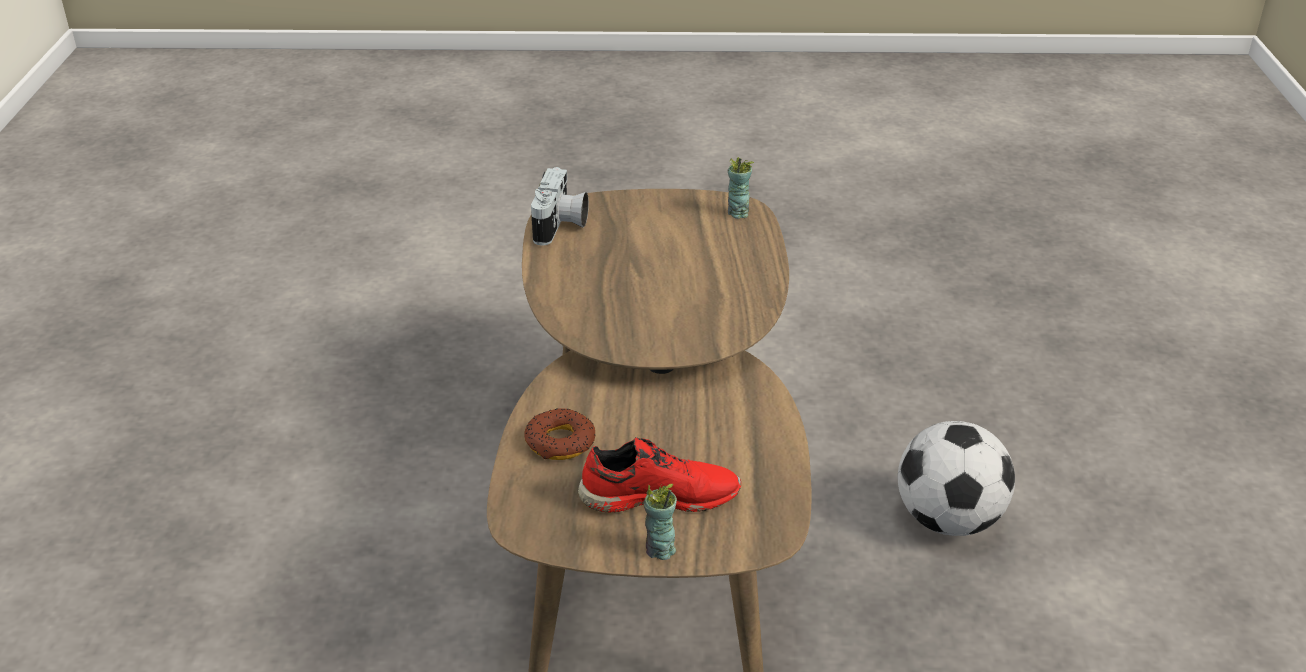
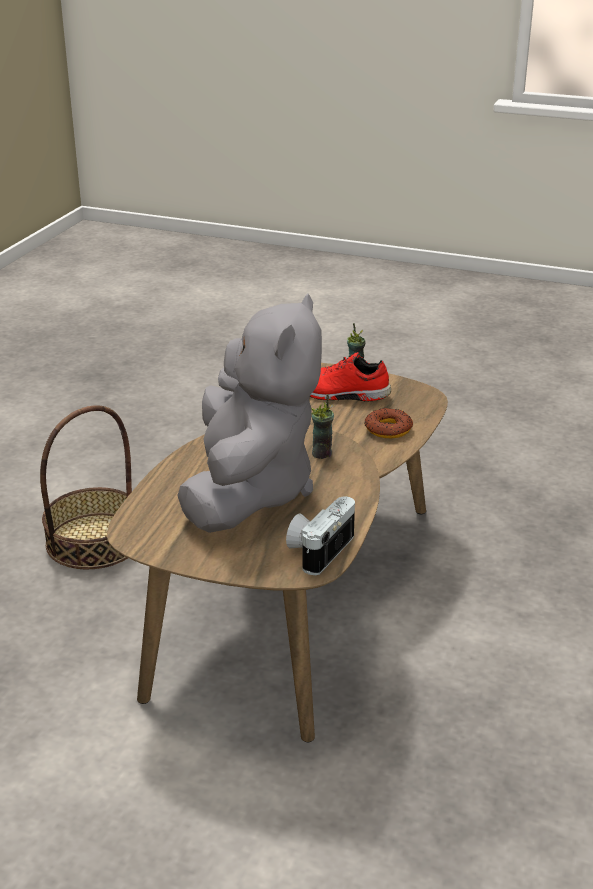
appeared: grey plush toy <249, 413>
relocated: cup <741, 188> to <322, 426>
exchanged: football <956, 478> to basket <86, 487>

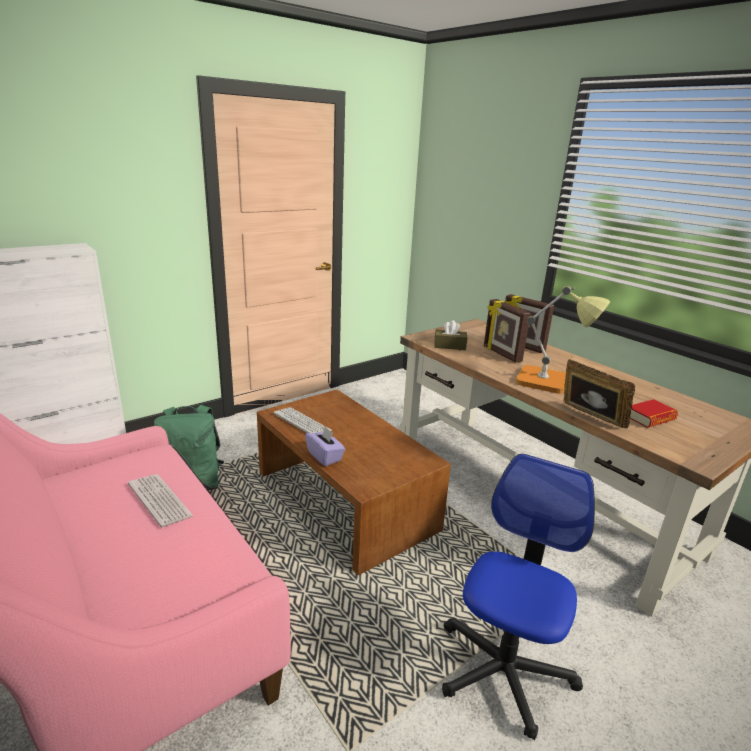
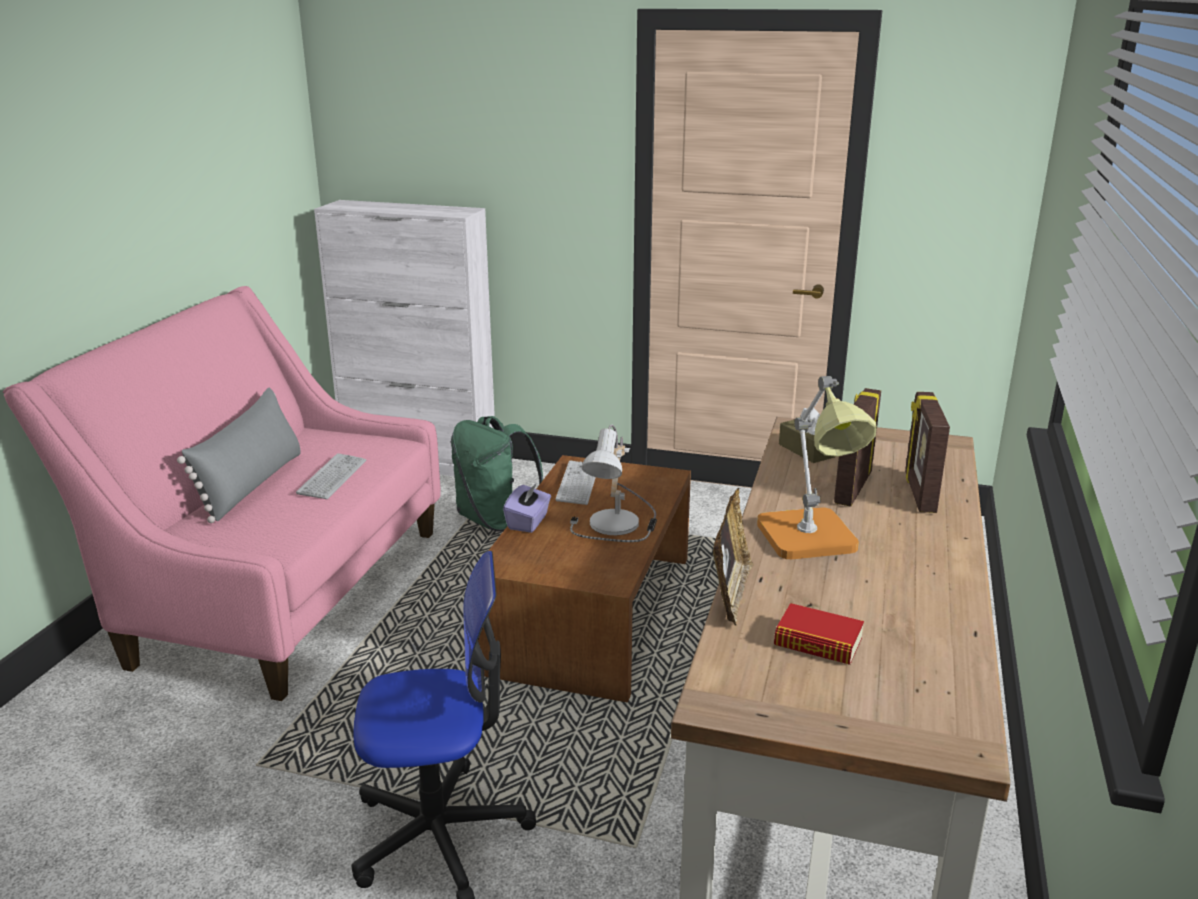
appeared: grey pillow <239, 455>; table lamp <613, 483>

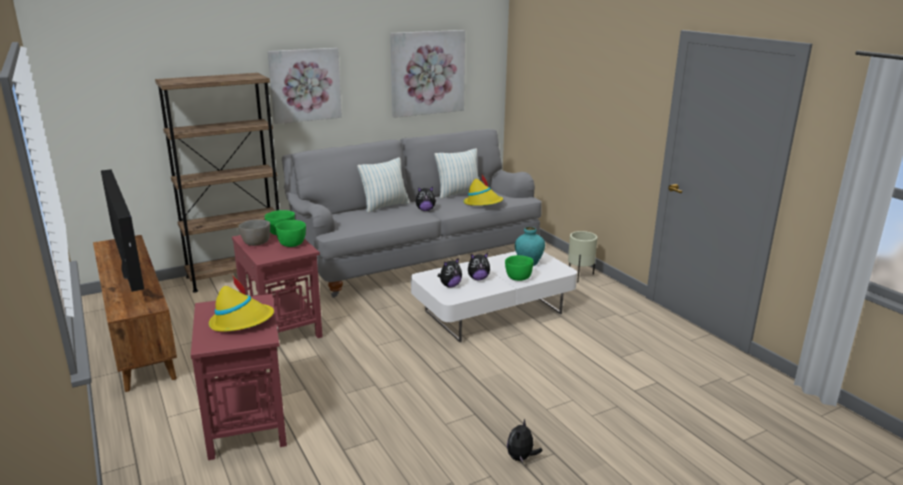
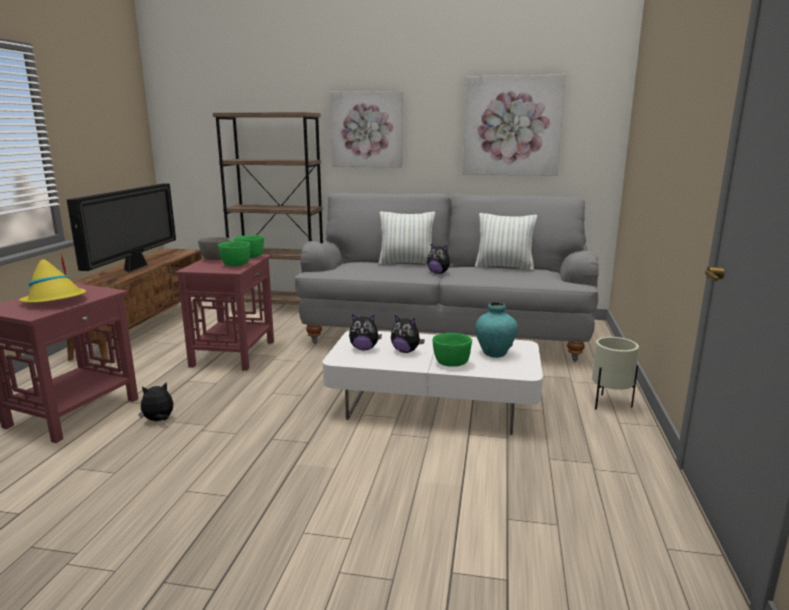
missing: yellow hat <483, 189>
relocated: plush toy <525, 440> to <156, 401>

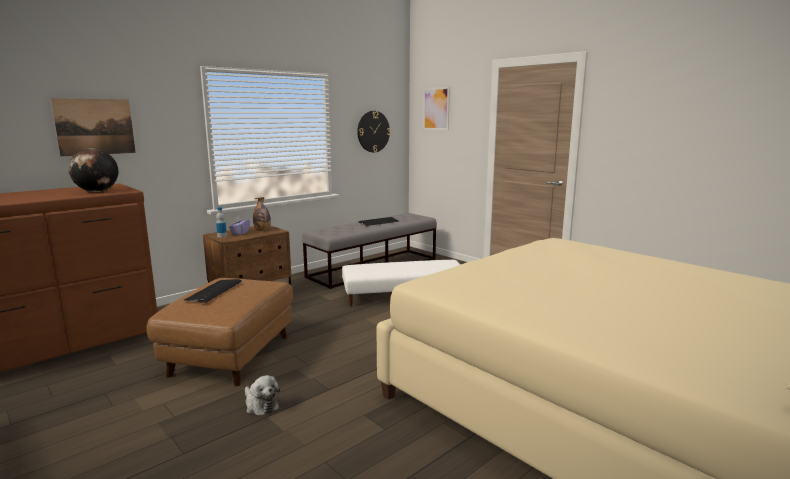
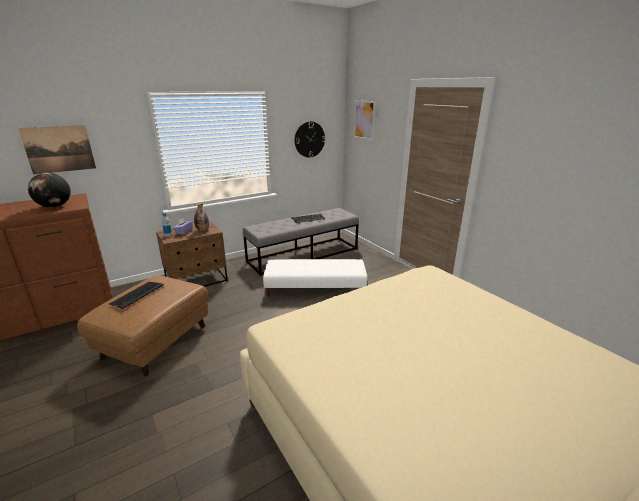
missing: plush toy <262, 395>

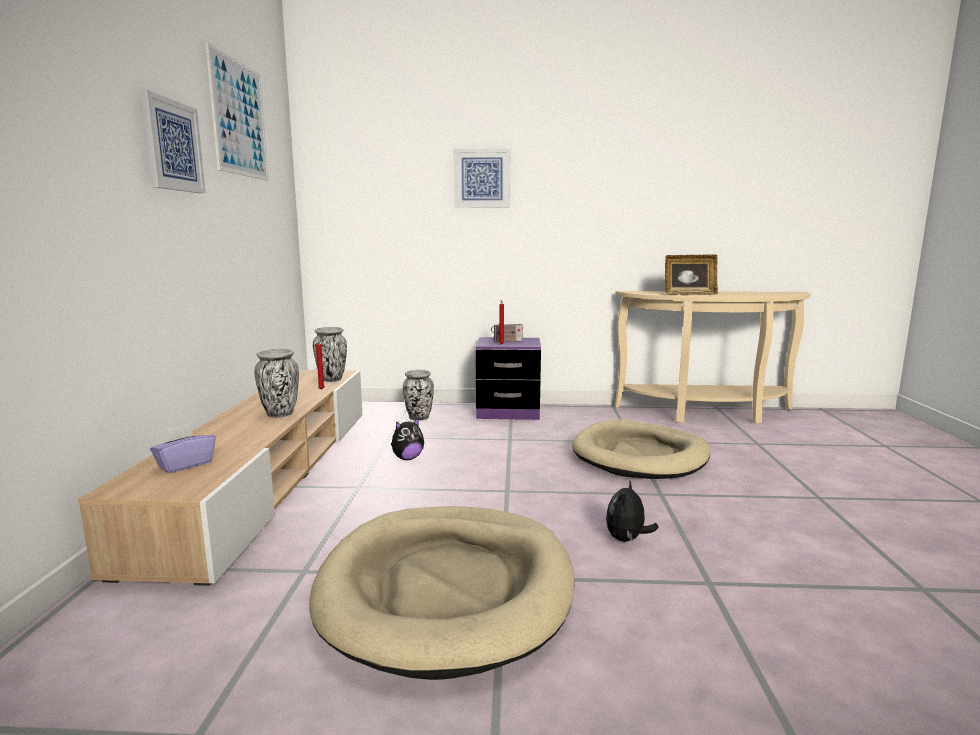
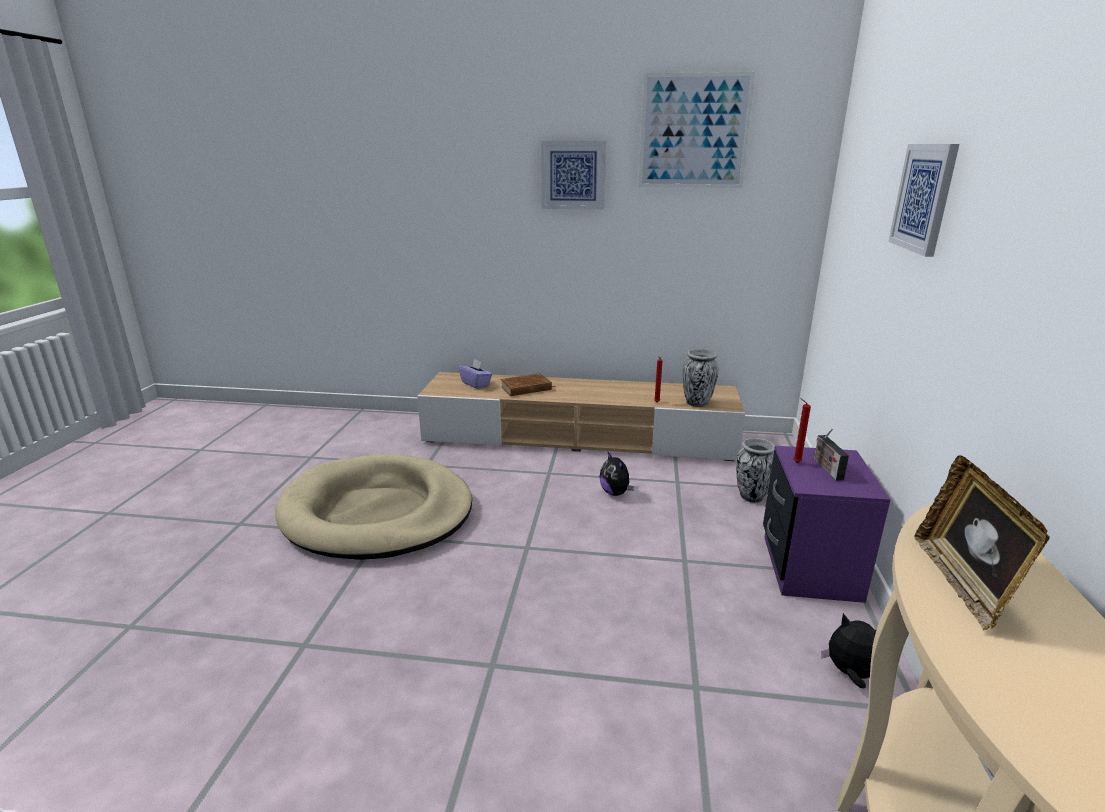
missing: vase <276, 383>; beige dog bed <641, 449>
appeared: brown book <527, 384>
relocated: plush toy <632, 511> to <848, 651>

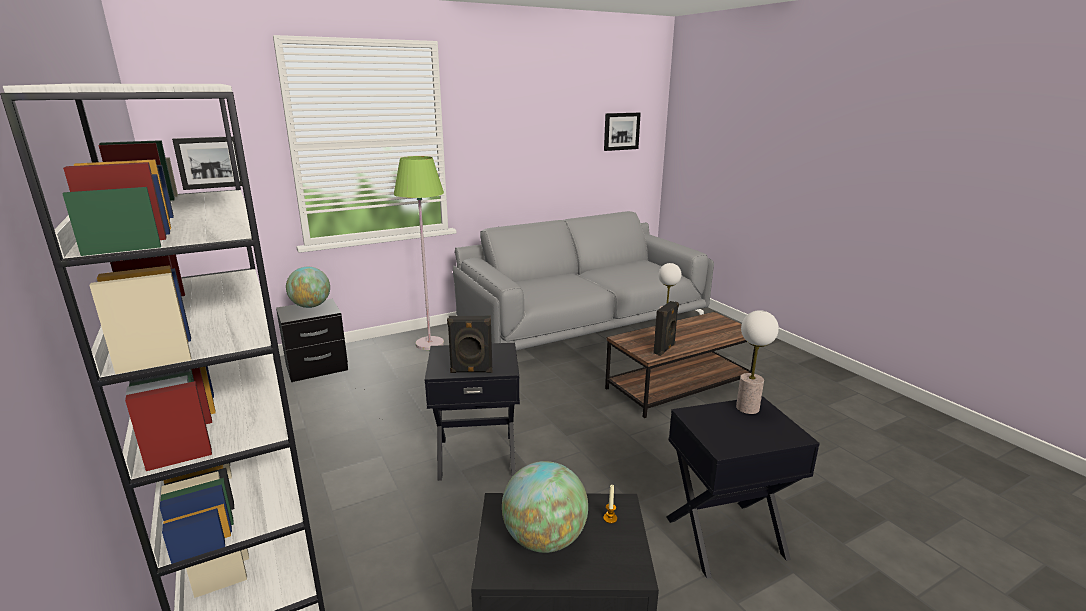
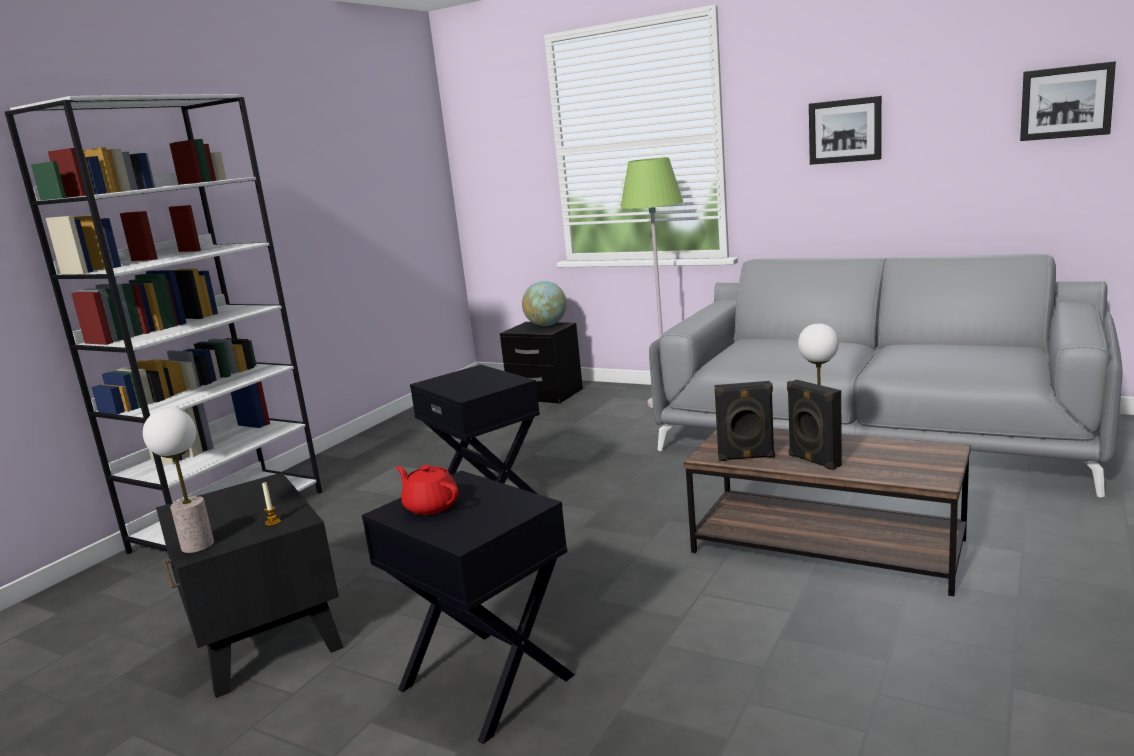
missing: globe <545, 507>
appeared: red teapot <427, 490>
relocated: picture <207, 163> to <845, 130>; black speaker <469, 344> to <814, 425>; table lamp <757, 362> to <178, 480>

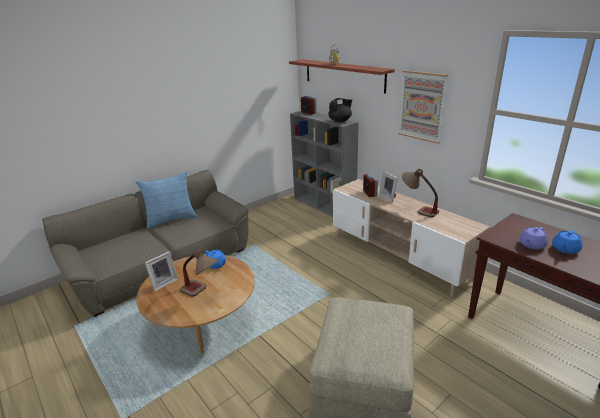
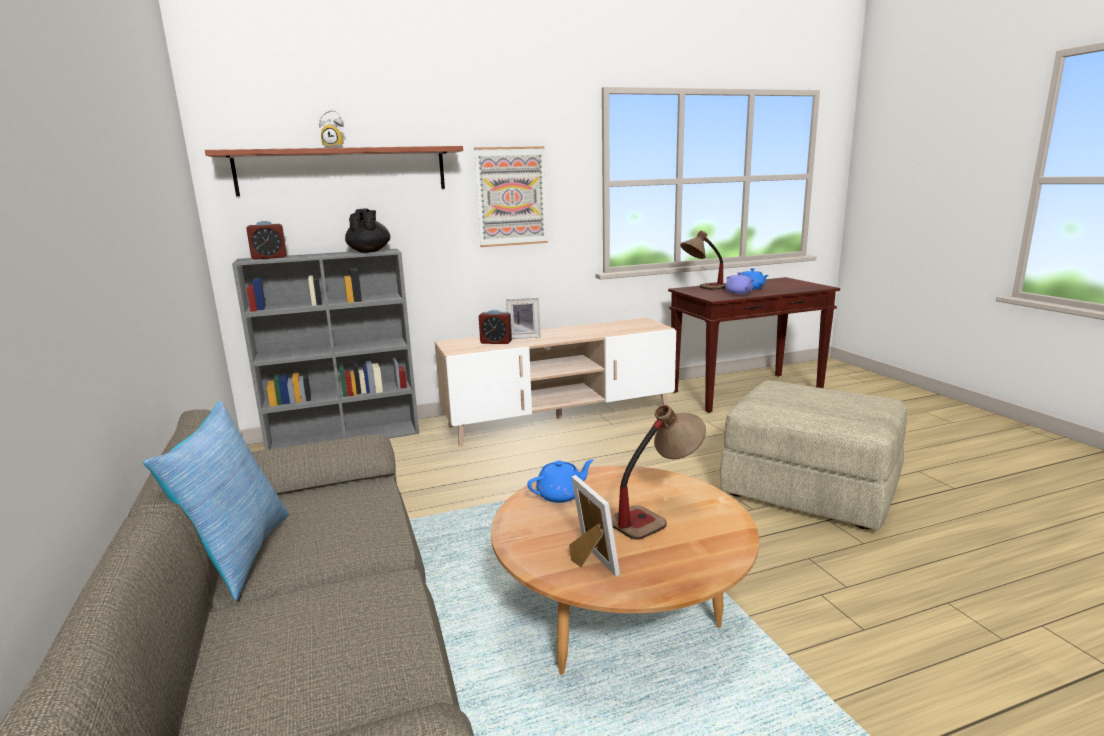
relocated: table lamp <420, 193> to <703, 260>

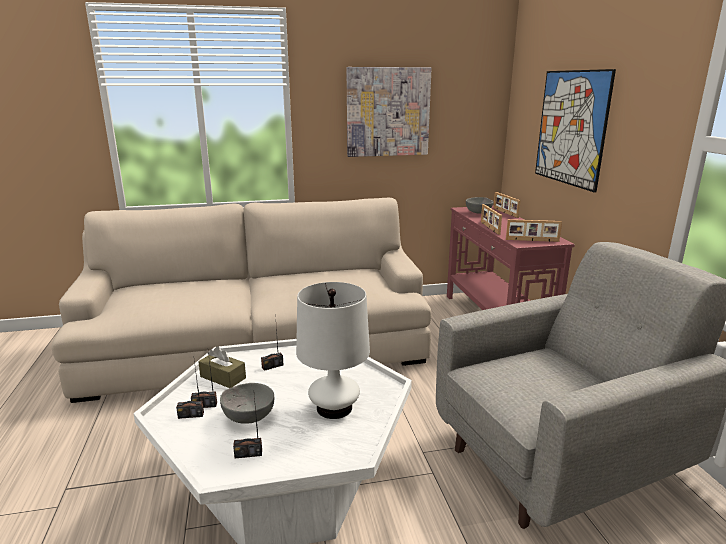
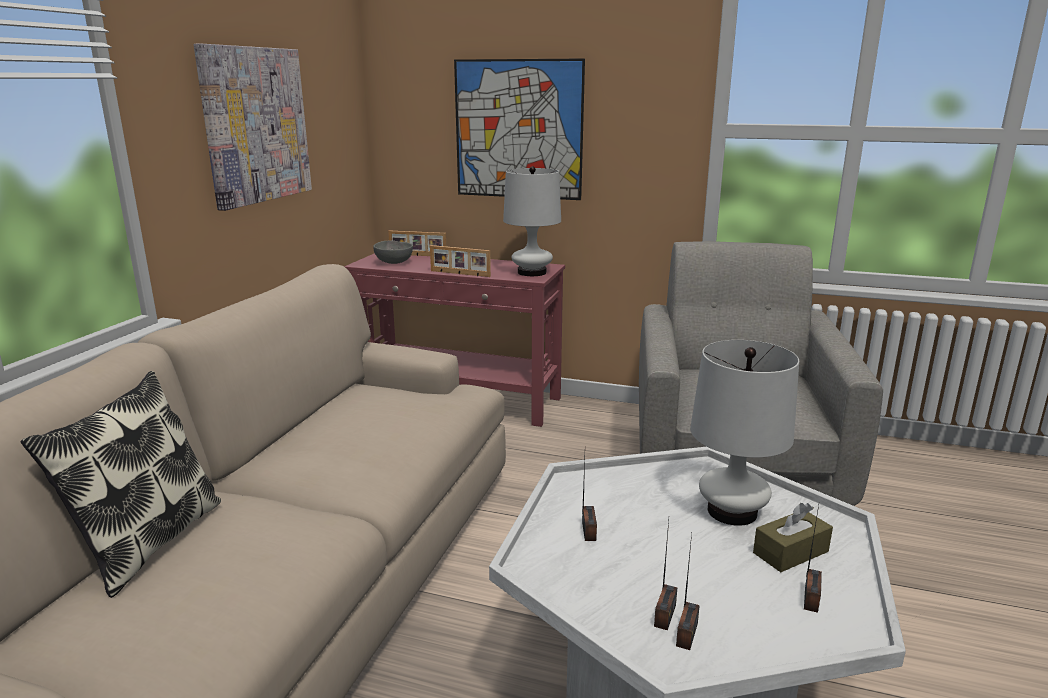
missing: grey bowl <247, 403>
appeared: pillow <121, 484>
relocated: brown tissue box <222, 367> to <793, 537>
exchanged: picture frame <534, 230> to white table lamp <532, 221>

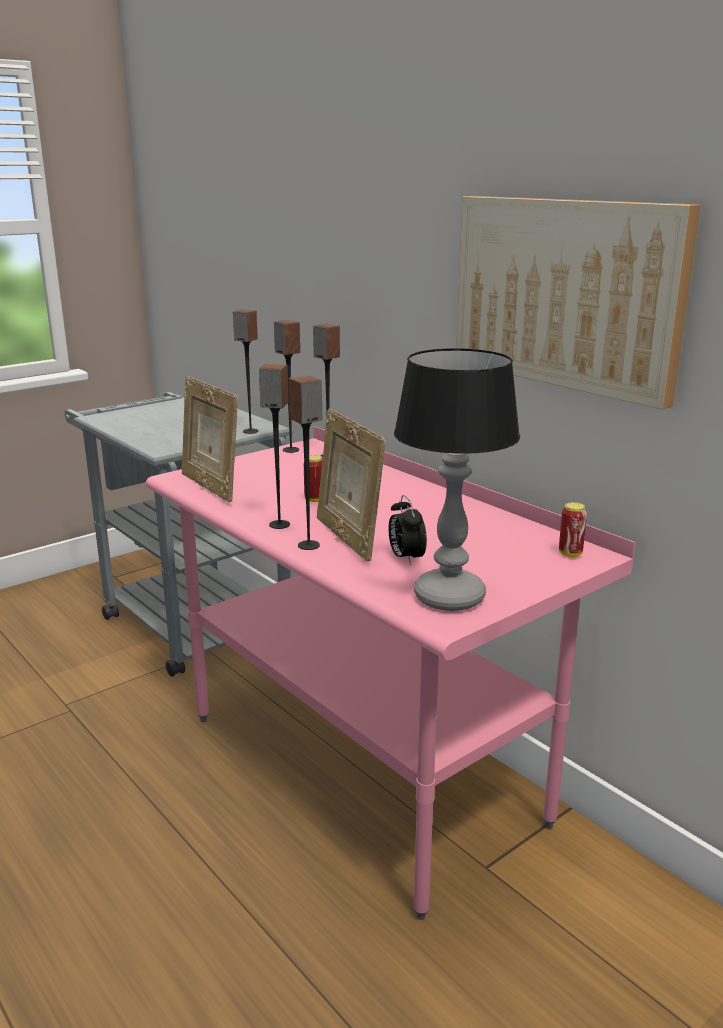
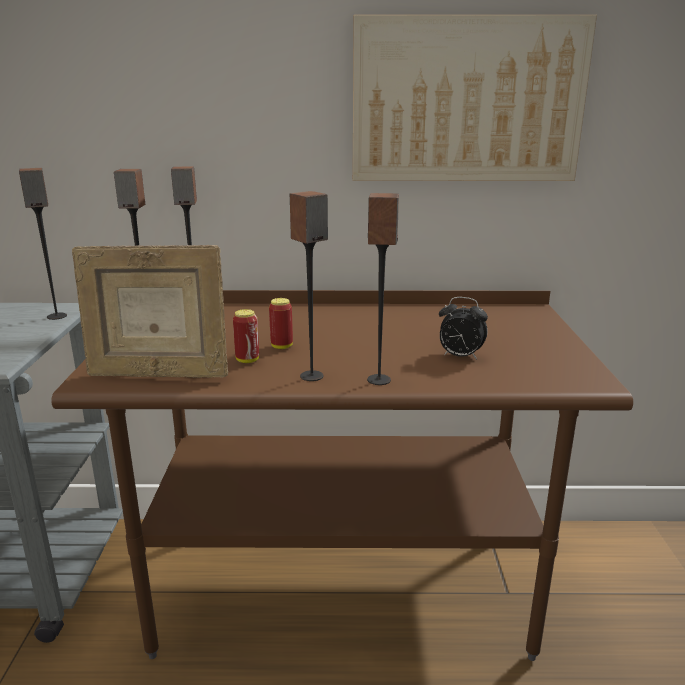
missing: picture frame <351, 485>; table lamp <457, 479>
relocated: can <573, 529> to <246, 336>
colour: pink desk <390, 673> to brown desk <342, 475>

